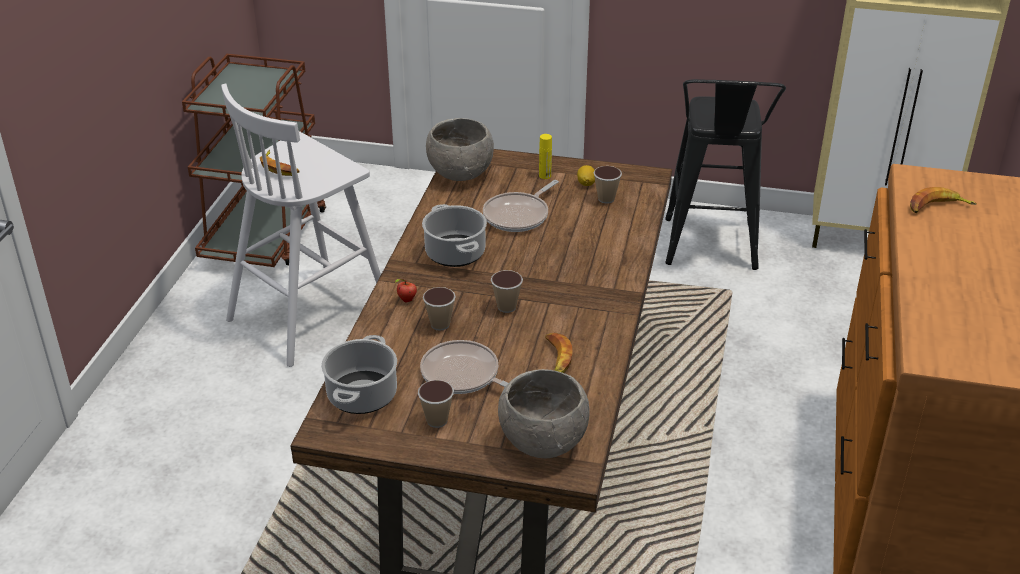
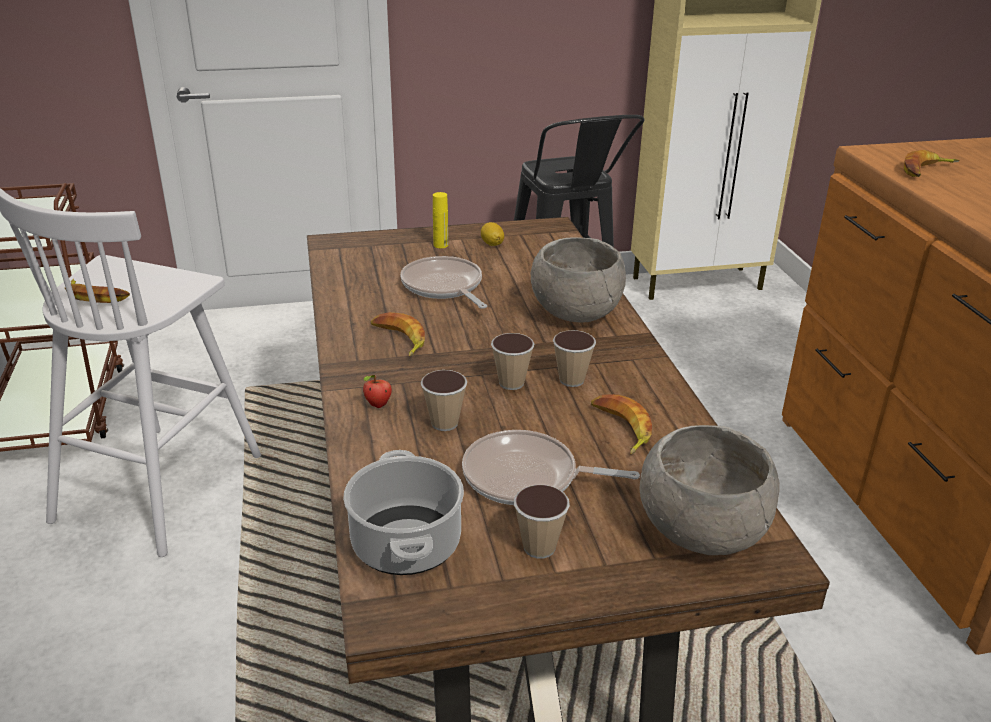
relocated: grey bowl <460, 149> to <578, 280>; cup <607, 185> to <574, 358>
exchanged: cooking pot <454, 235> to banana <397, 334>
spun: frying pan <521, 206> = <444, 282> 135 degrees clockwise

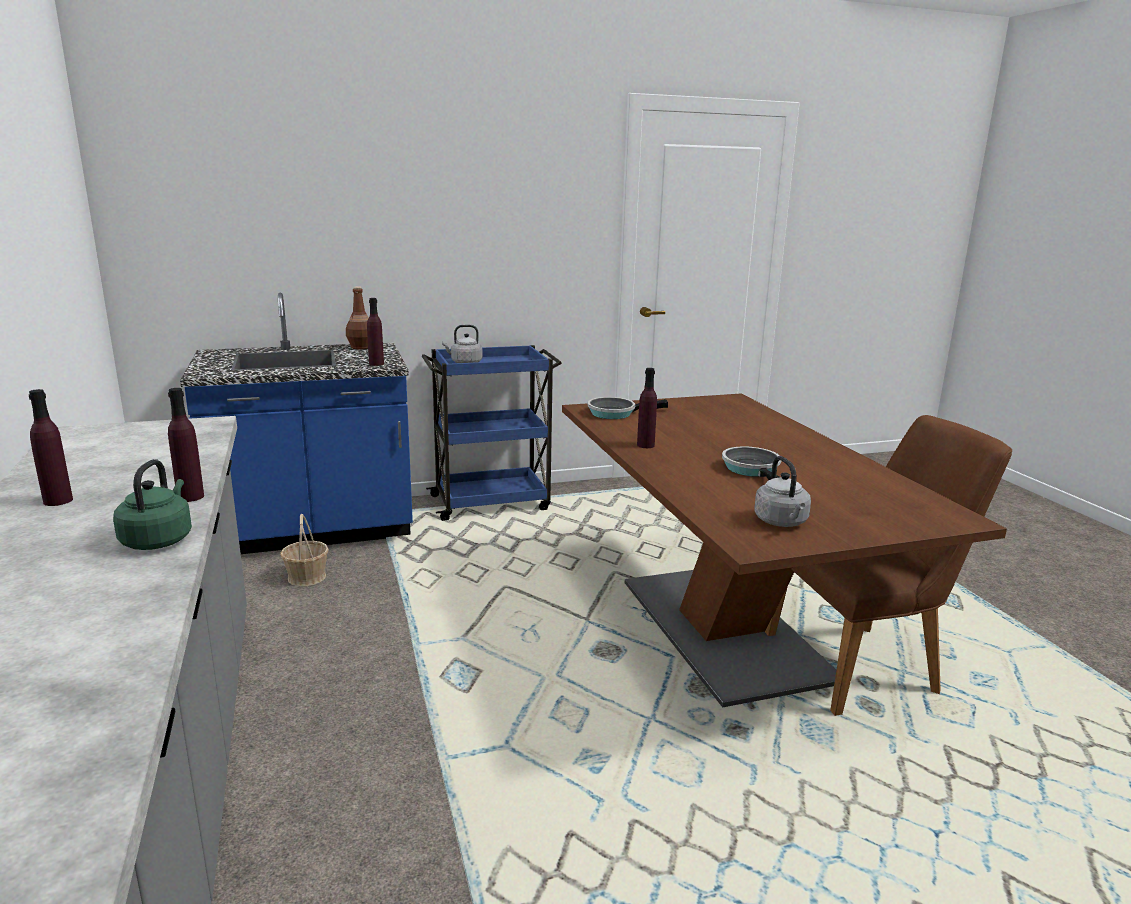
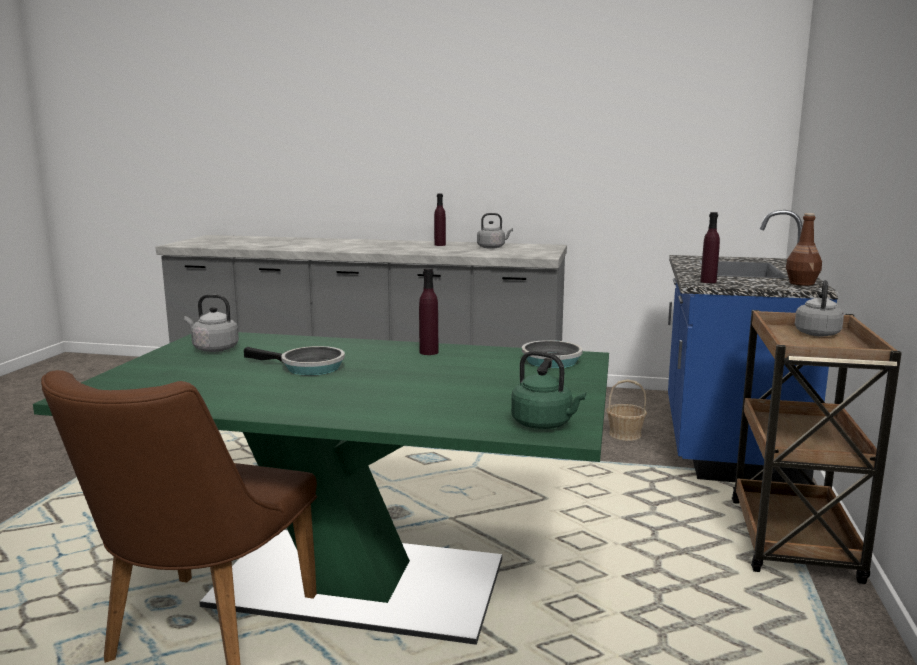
missing: purple bottle <186, 445>
appeared: grey kettle <495, 231>
relocated: green kettle <152, 504> to <548, 390>
colour: blue cart <492, 433> to brown cart <817, 447>; brown dining table <784, 550> to green dining table <321, 488>

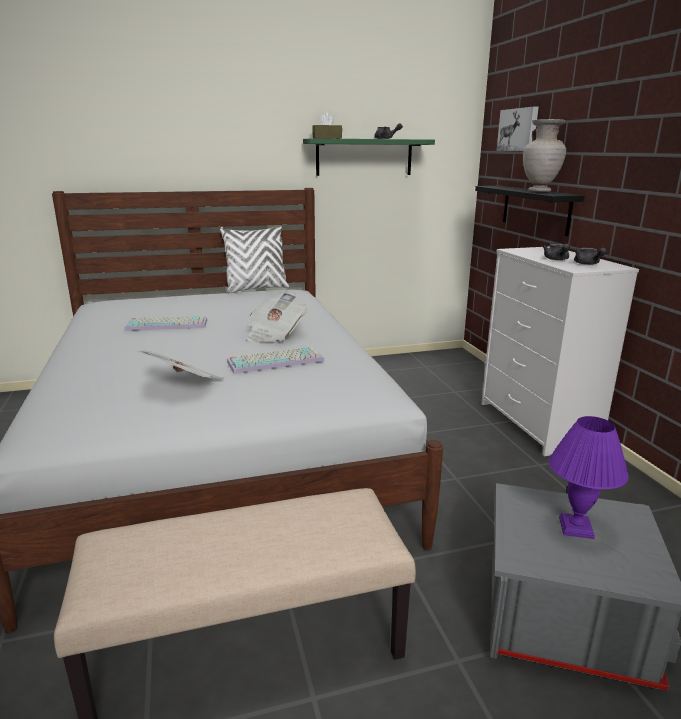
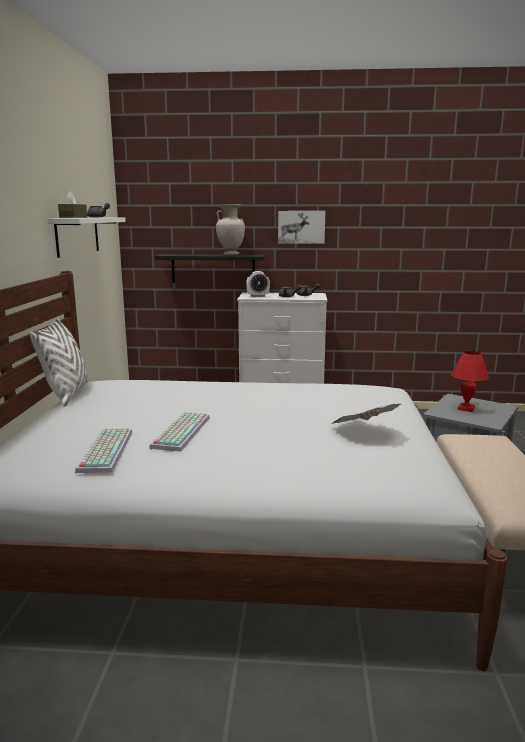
missing: newspaper <277, 318>
appeared: alarm clock <258, 284>
relocated: keyboard <275, 360> to <103, 450>; picture <518, 128> to <301, 227>
colour: green shelf <369, 157> to white shelf <86, 238>; purple table lamp <589, 477> to red table lamp <470, 381>

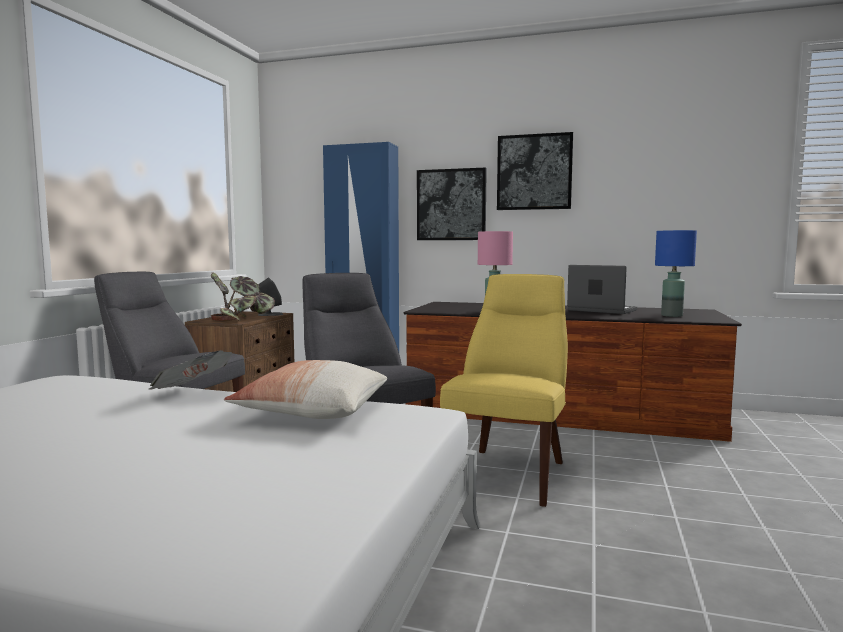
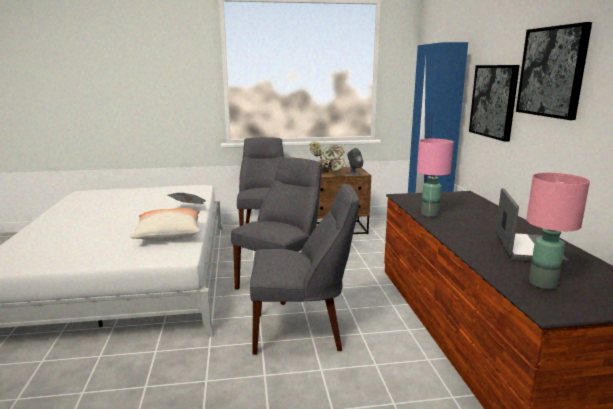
colour: yellow chair <504, 390> to grey chair <304, 269>; blue table lamp <676, 273> to pink table lamp <558, 231>

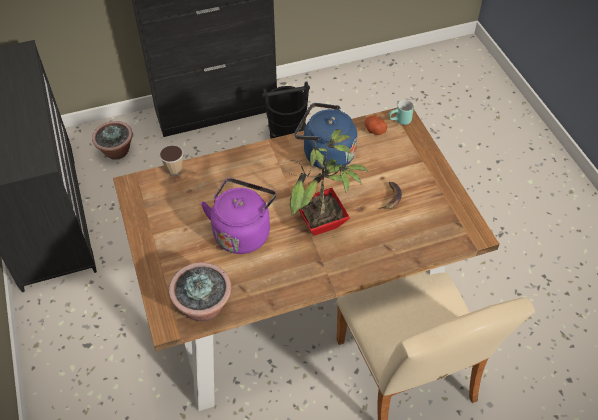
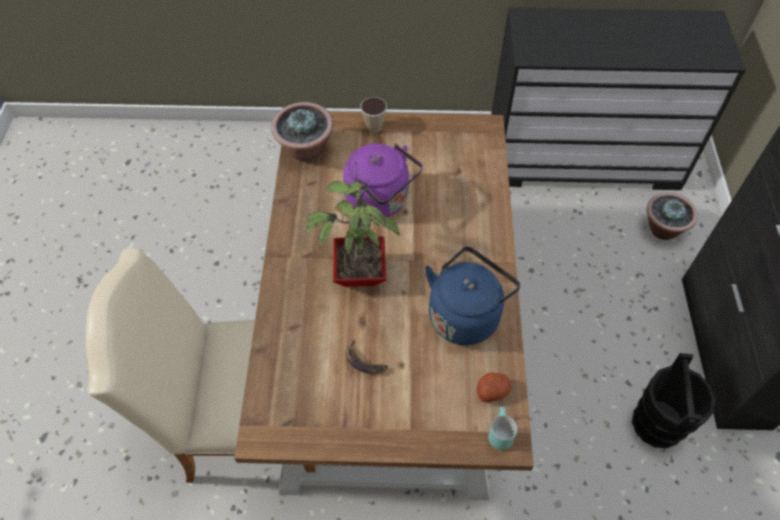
relocated: cup <171, 160> to <373, 115>

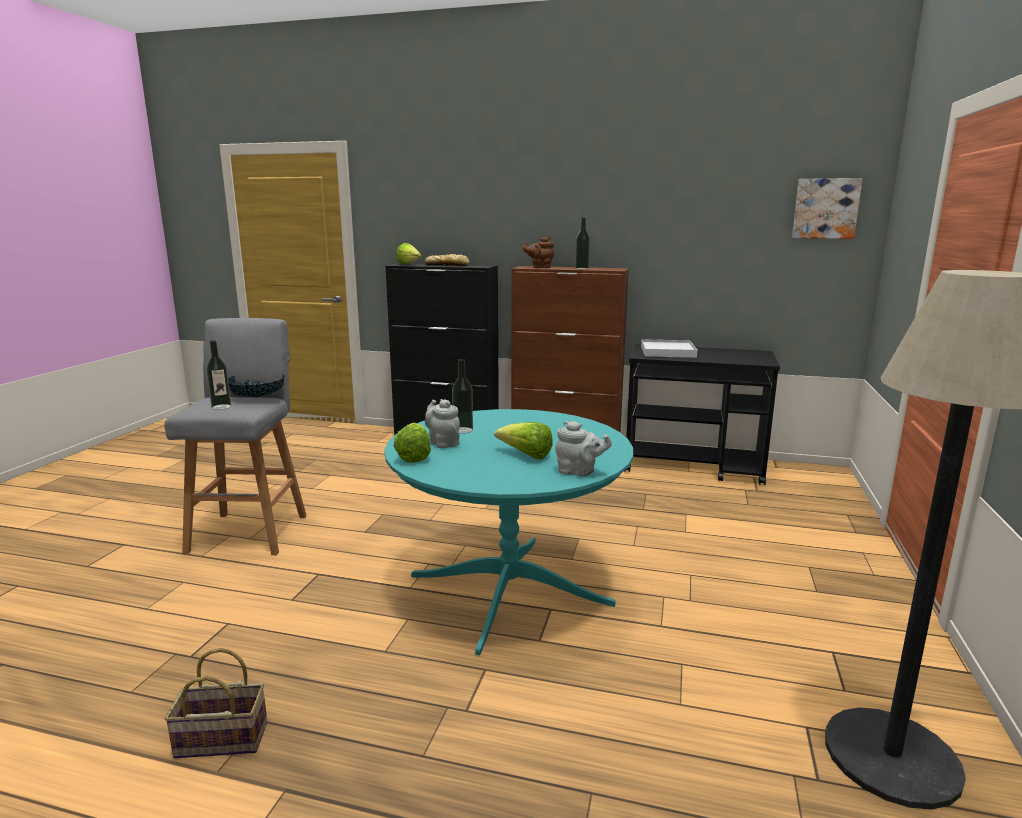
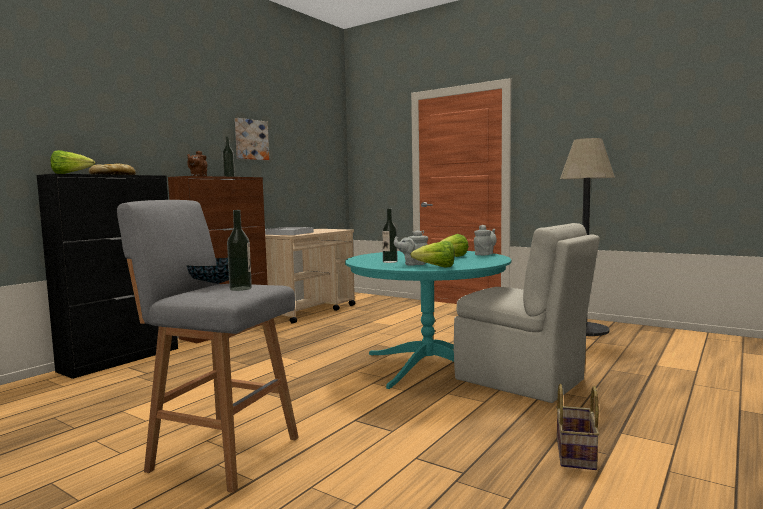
appeared: beige chair <527, 313>
relocated: picture <827, 208> to <252, 139>
colour: black cart <702, 414> to beige cart <310, 276>

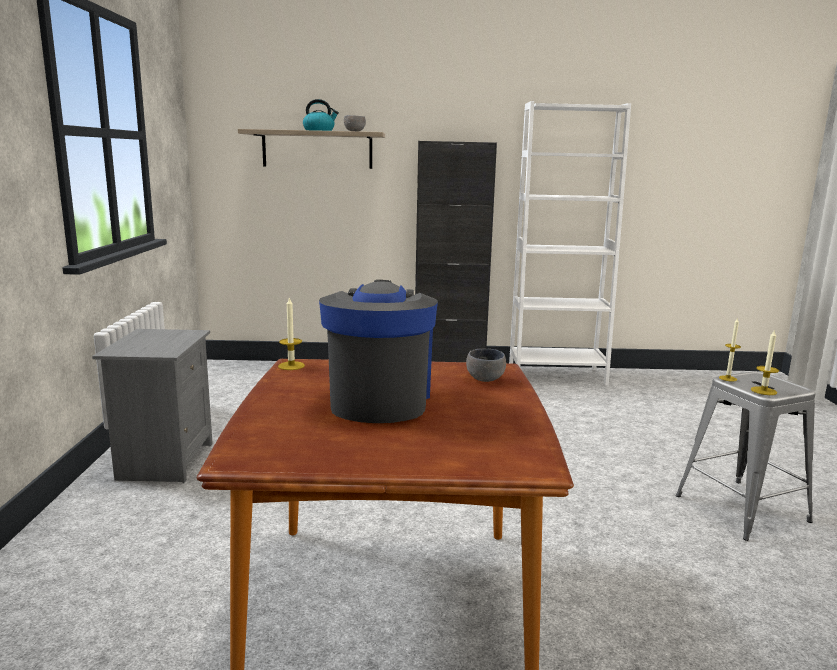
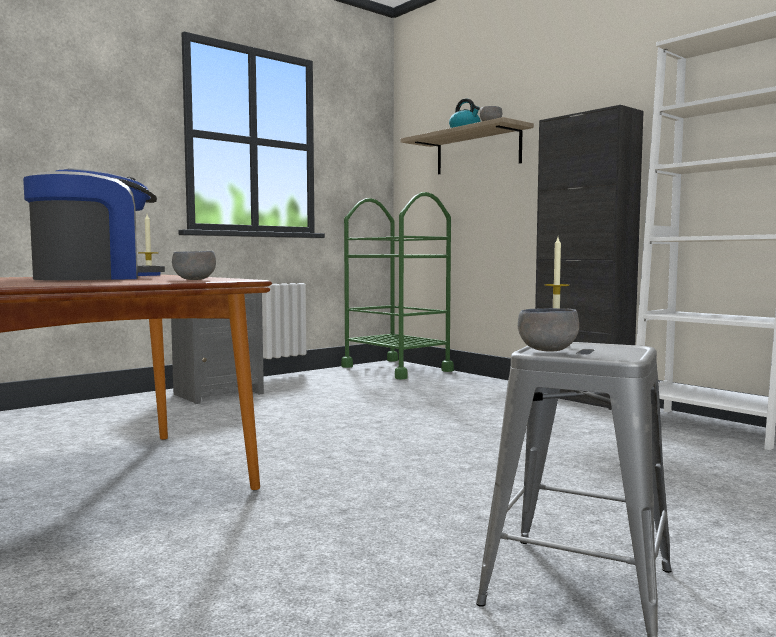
appeared: green cart <397, 286>
exchanged: candle <765, 362> to grey bowl <548, 330>

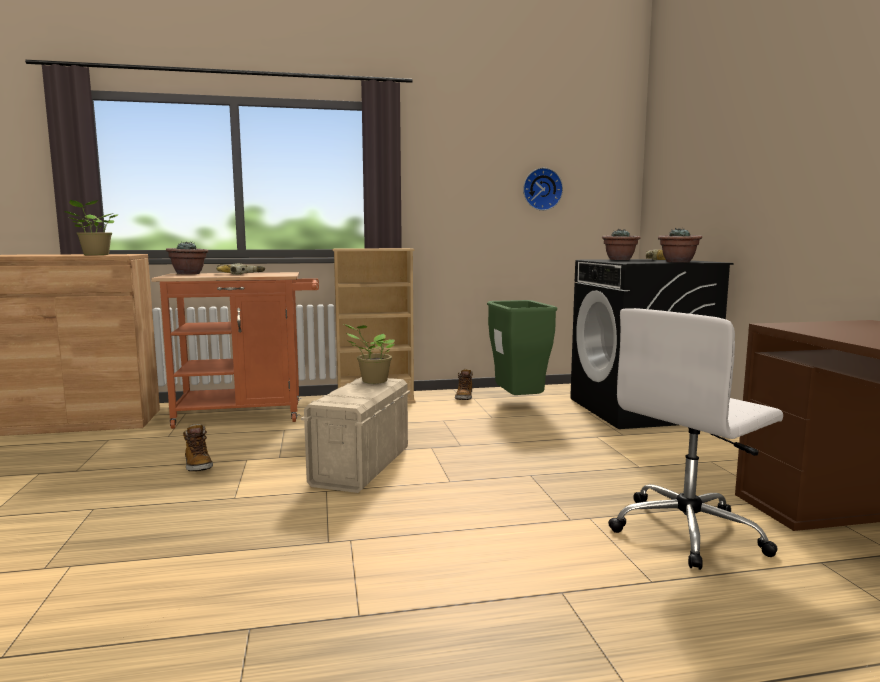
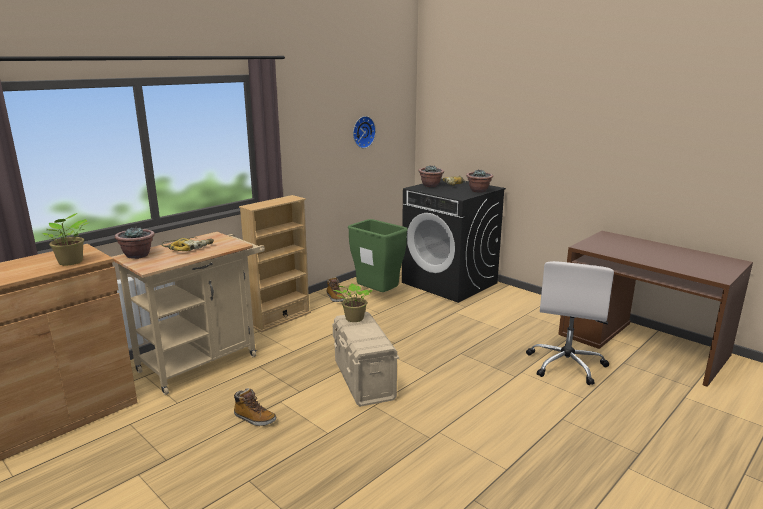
colour: orange cart <235, 350> to beige cart <188, 313>

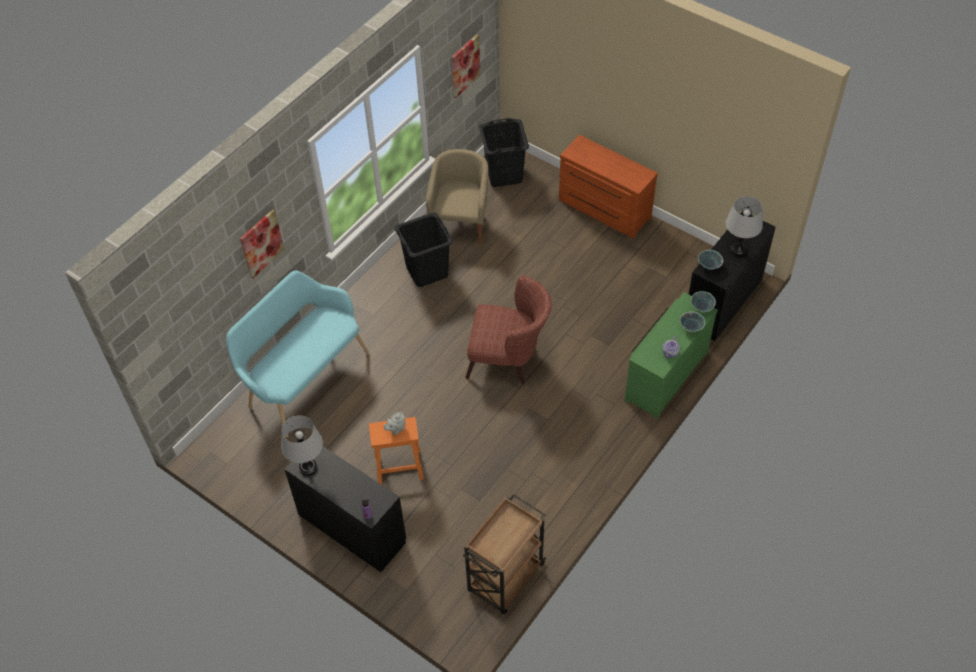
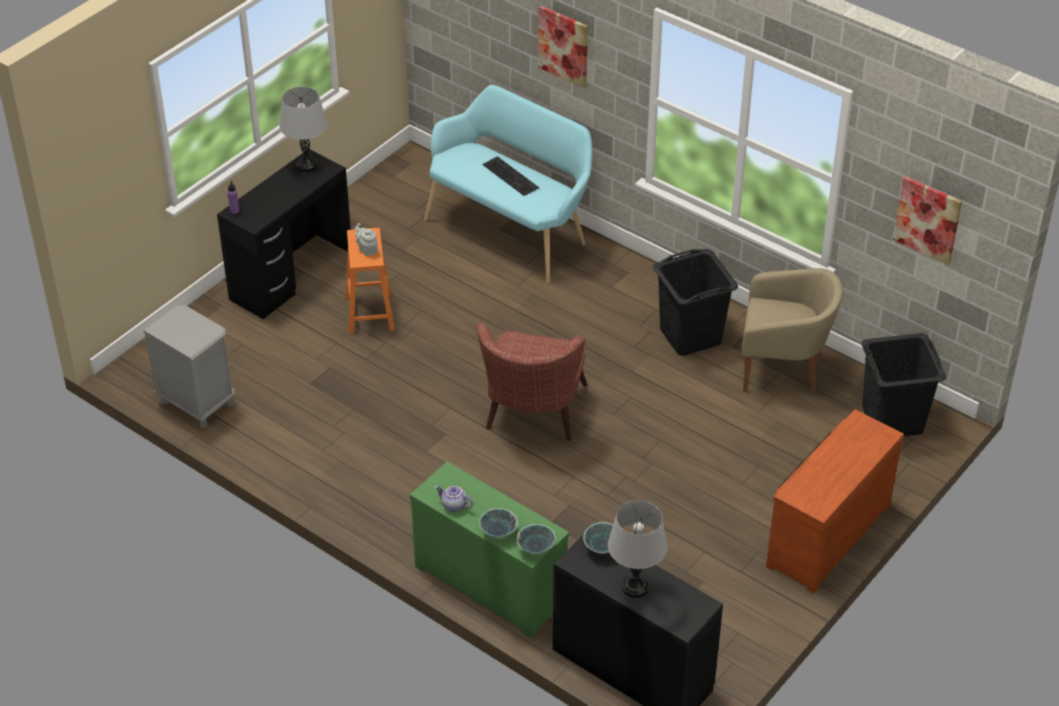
appeared: keyboard <511, 176>
exchanged: brown cart <504, 554> to grey nightstand <189, 366>

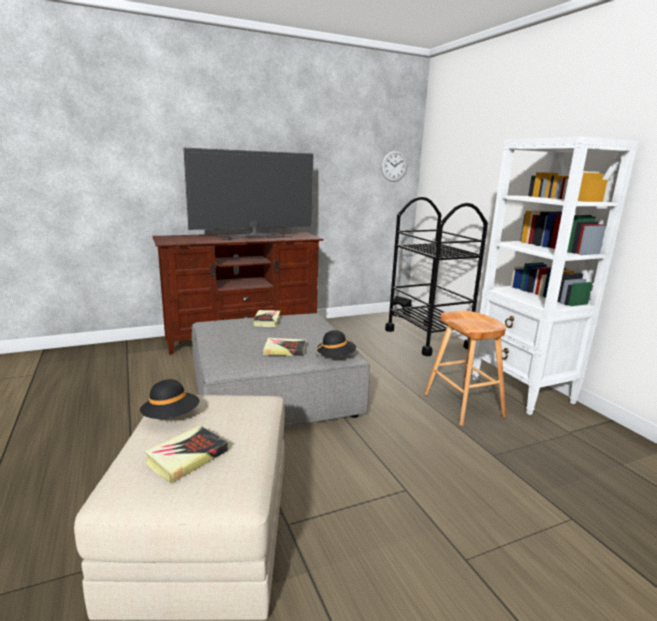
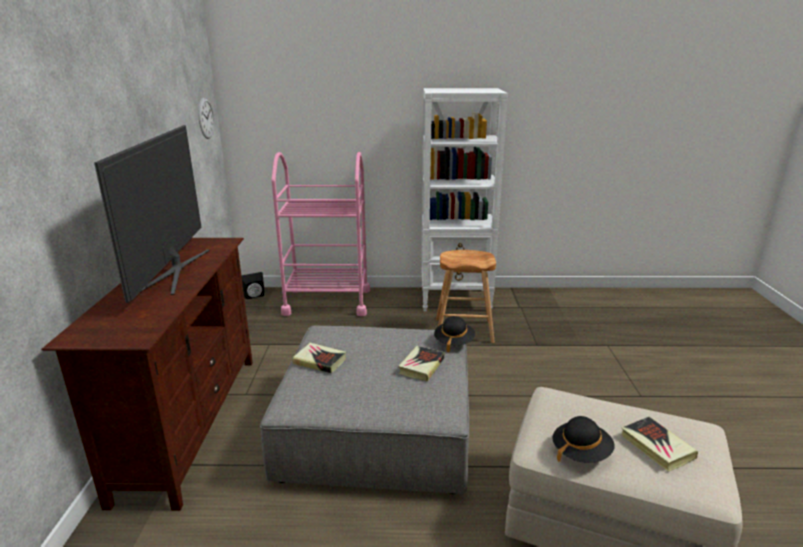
colour: black cart <436, 276> to pink cart <320, 234>

